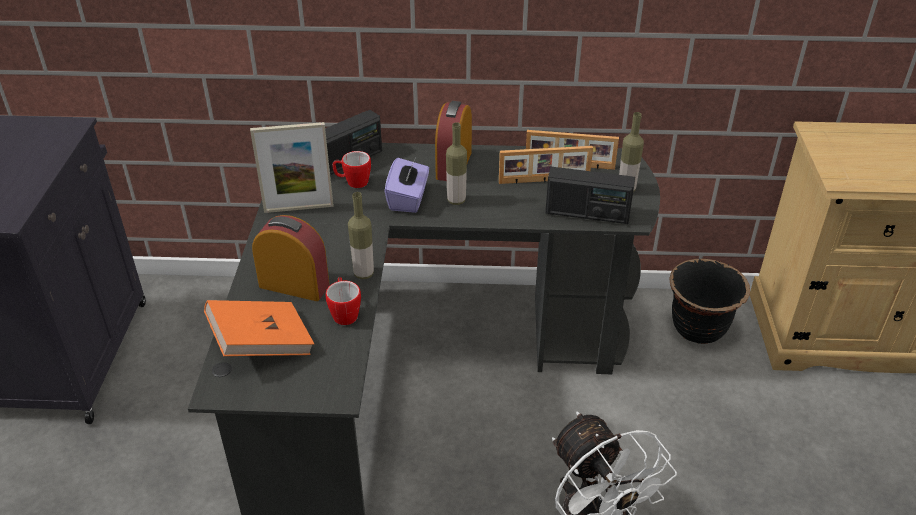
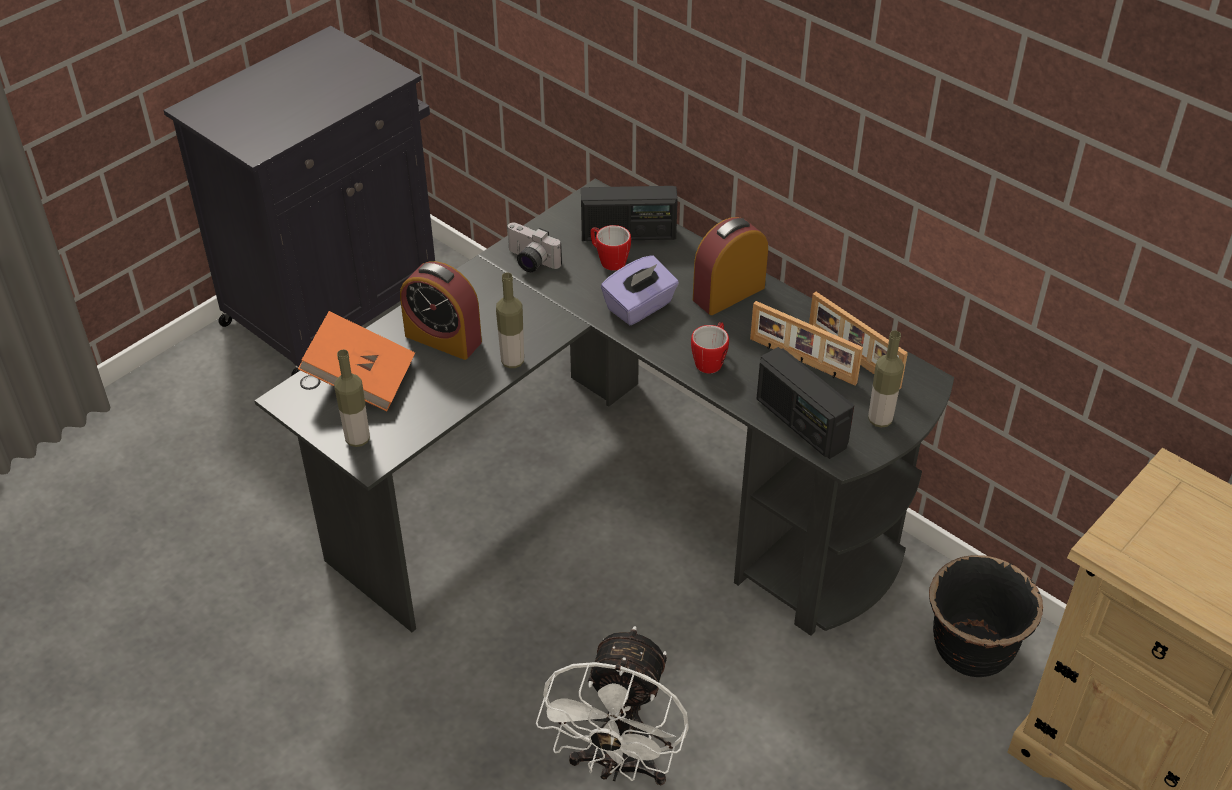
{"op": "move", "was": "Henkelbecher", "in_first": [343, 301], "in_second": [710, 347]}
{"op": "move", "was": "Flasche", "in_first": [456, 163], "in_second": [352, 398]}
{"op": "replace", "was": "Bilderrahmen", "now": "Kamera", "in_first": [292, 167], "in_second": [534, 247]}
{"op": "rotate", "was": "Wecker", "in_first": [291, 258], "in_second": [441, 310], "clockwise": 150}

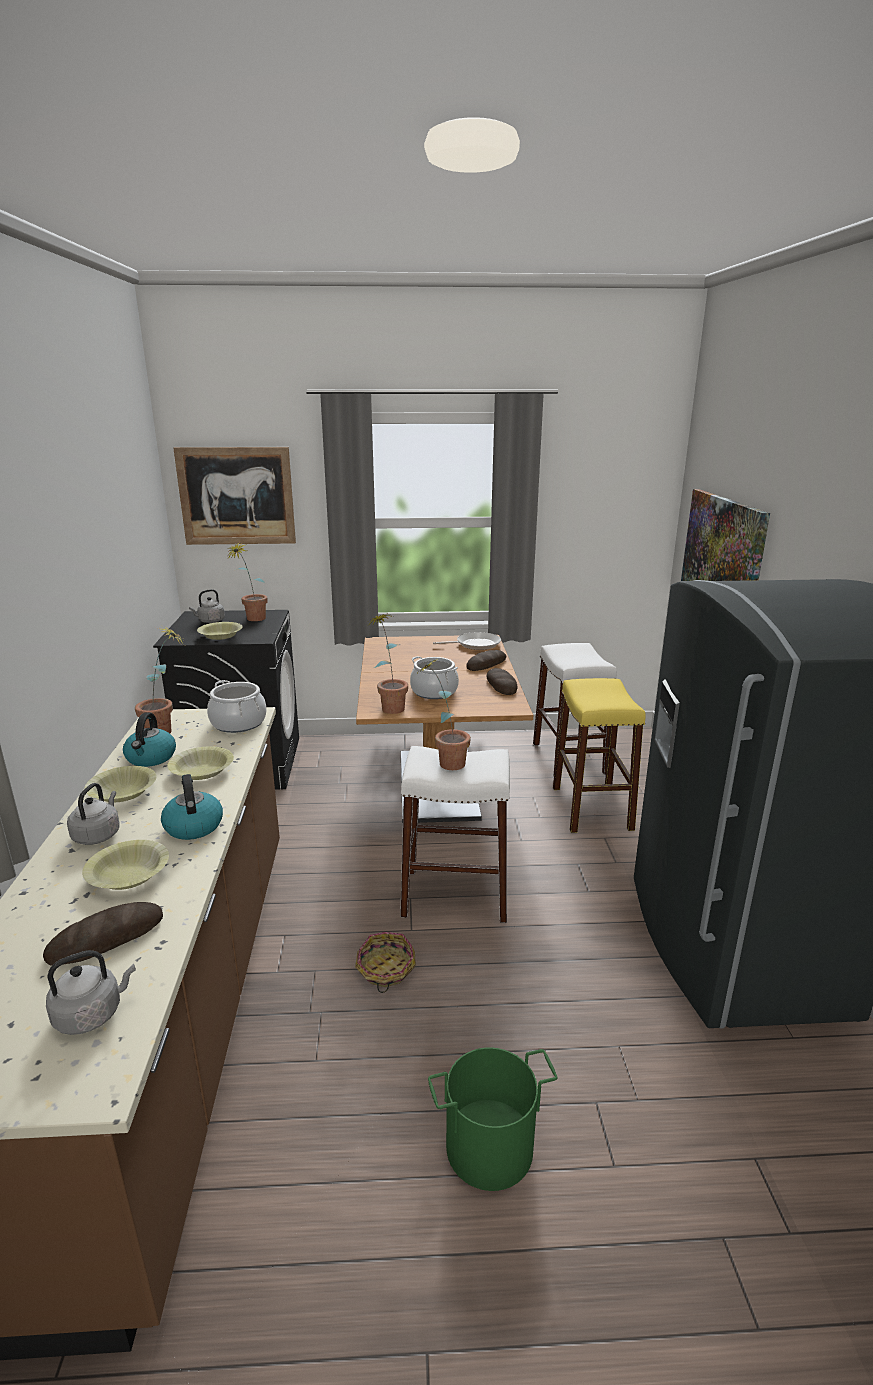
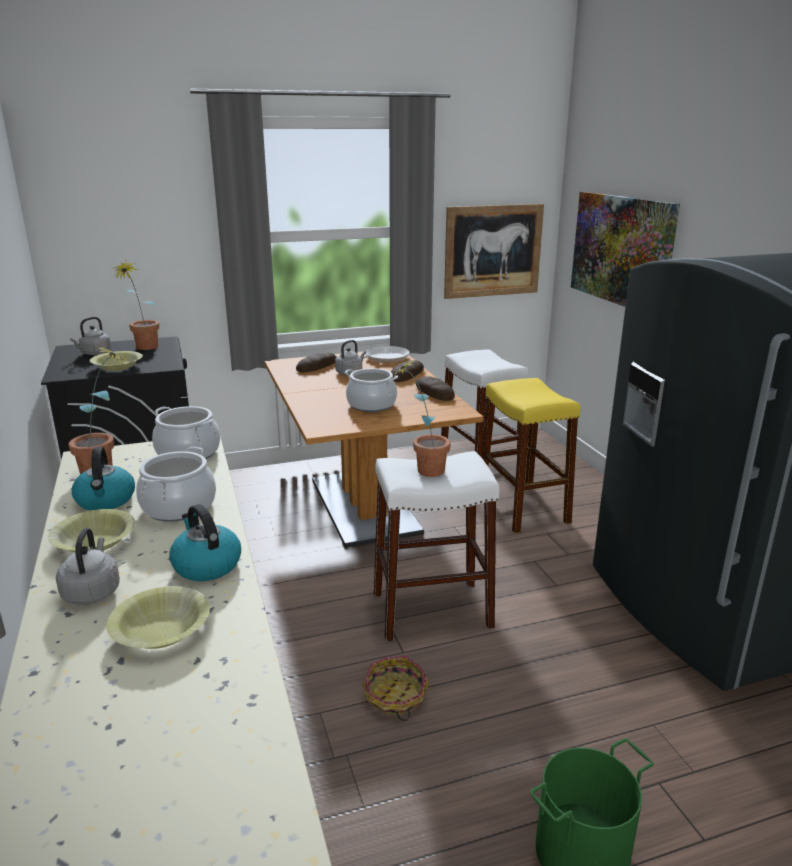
{"op": "delete", "was": "Topfpflanze", "in_first": [389, 664]}
{"op": "move", "was": "Brot", "in_first": [103, 934], "in_second": [316, 363]}
{"op": "move", "was": "Wasserkessel (grau)", "in_first": [91, 992], "in_second": [350, 357]}
{"op": "move", "was": "Bild", "in_first": [234, 496], "in_second": [494, 251]}
{"op": "replace", "was": "Schüssel (gelb)", "now": "Kochtopf", "in_first": [200, 763], "in_second": [176, 484]}

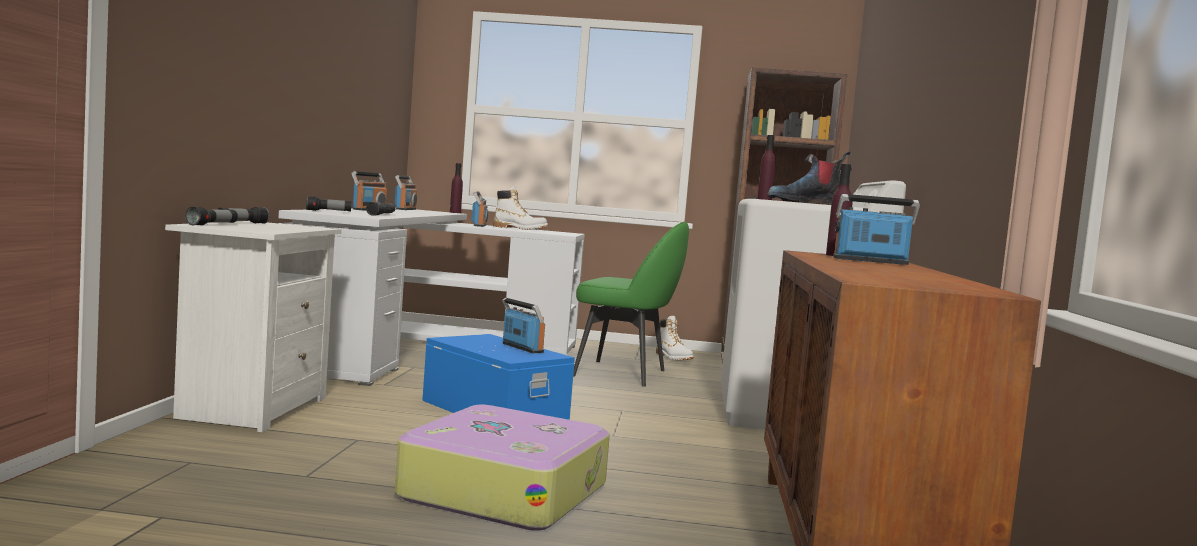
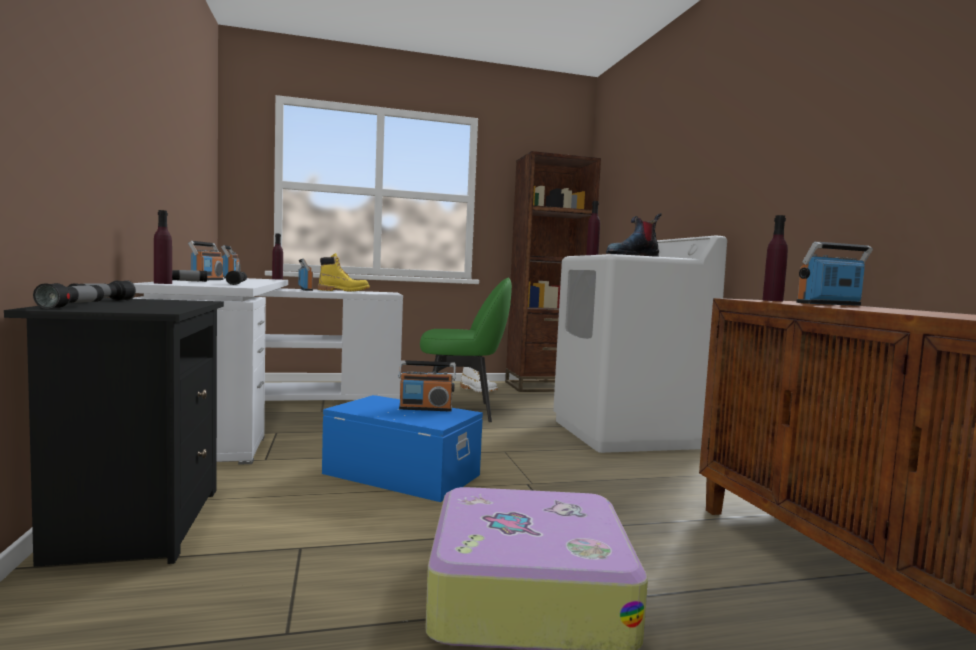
{"op": "insert", "now": "Flasche (lila)", "in_second": [163, 247]}
{"op": "recolor", "was": "Nachttisch (weiß)", "now": "Nachttisch (schwarz)", "in_first": [253, 326], "in_second": [114, 432]}
{"op": "recolor", "was": "Stiefel (weiß)", "now": "Stiefel (gelb)", "in_first": [520, 208], "in_second": [344, 272]}
{"op": "rotate", "was": "Radio", "in_first": [523, 325], "in_second": [427, 385], "clockwise": 150}

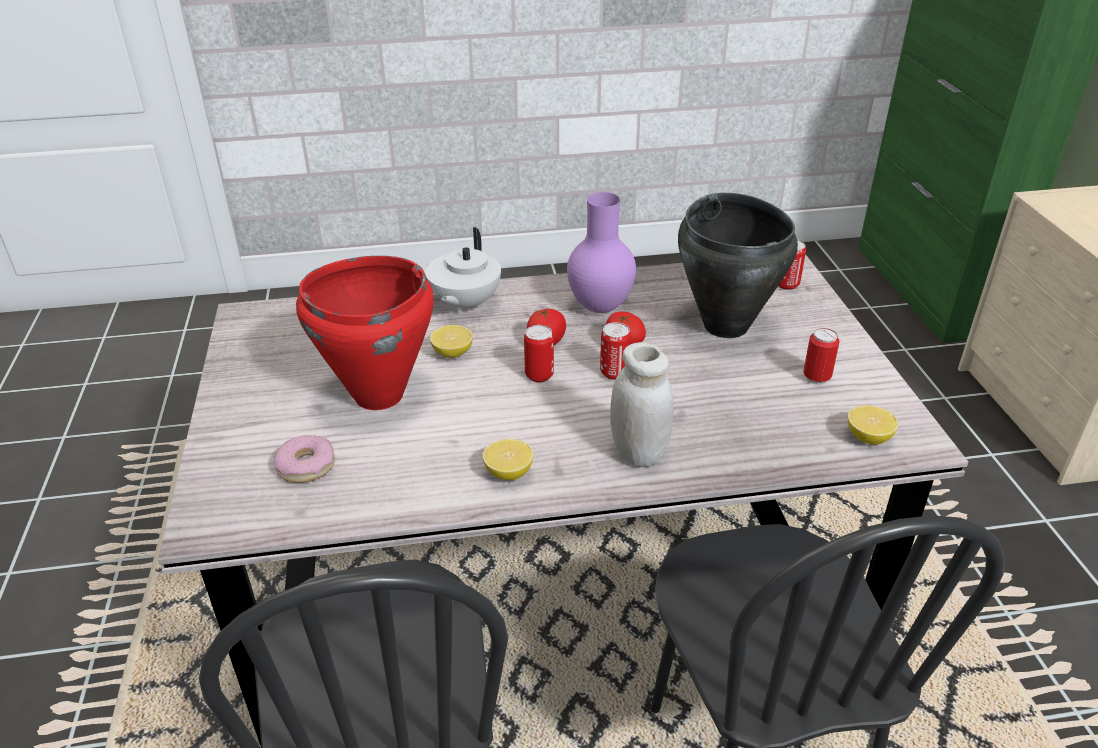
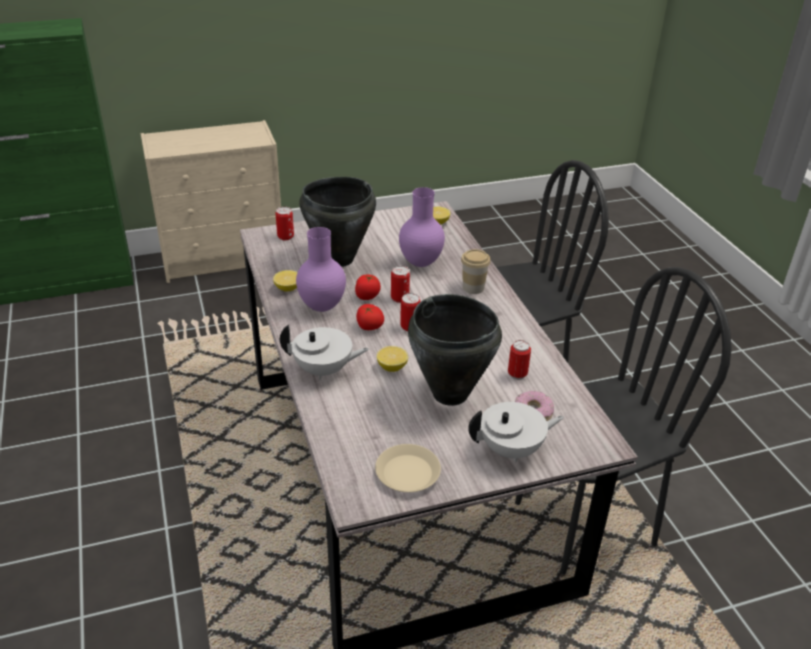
{"op": "insert", "now": "Teller (beige)", "in_second": [408, 468]}
{"op": "insert", "now": "Vase (lila)", "in_second": [422, 227]}
{"op": "insert", "now": "Teekanne (weiß)", "in_second": [516, 432]}
{"op": "move", "was": "Zitrone", "in_first": [508, 459], "in_second": [285, 280]}
{"op": "move", "was": "Dose", "in_first": [821, 356], "in_second": [519, 360]}
{"op": "replace", "was": "Vorratsglas (weiß)", "now": "Tasse", "in_first": [641, 404], "in_second": [476, 271]}
{"op": "recolor", "was": "Kochtopf (rot)", "now": "Kochtopf (schwarz)", "in_first": [365, 333], "in_second": [455, 350]}

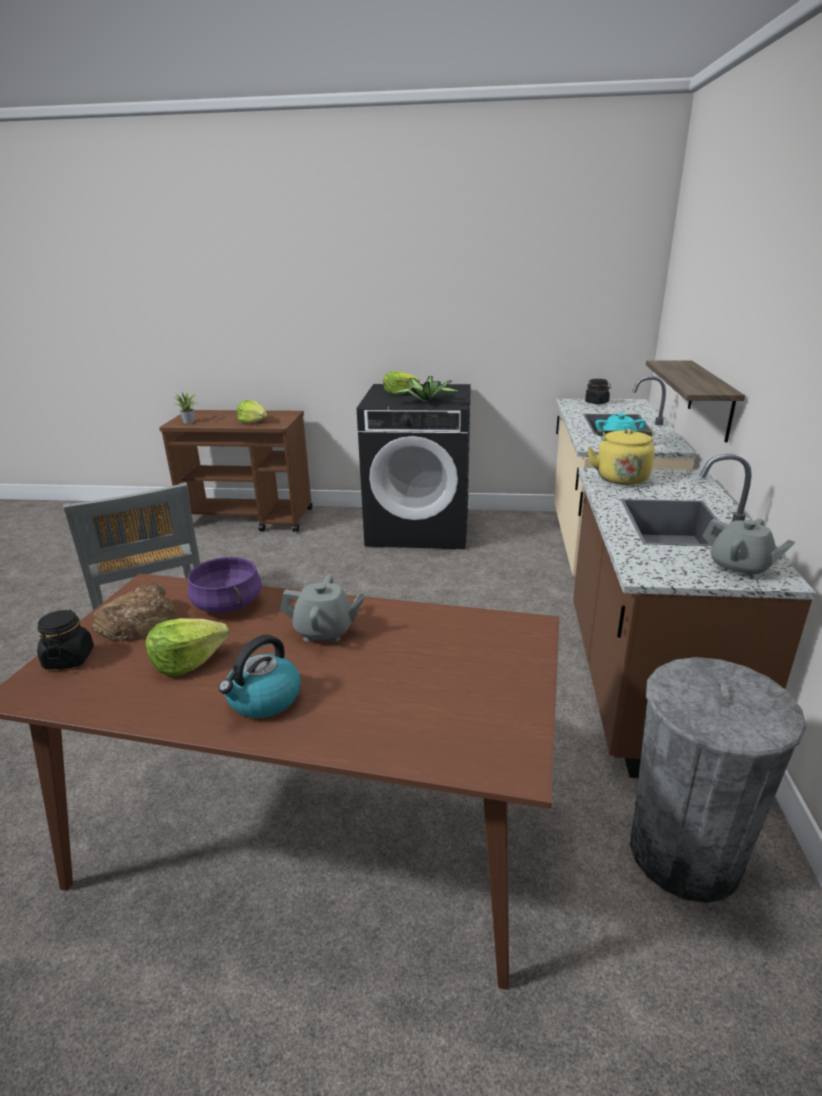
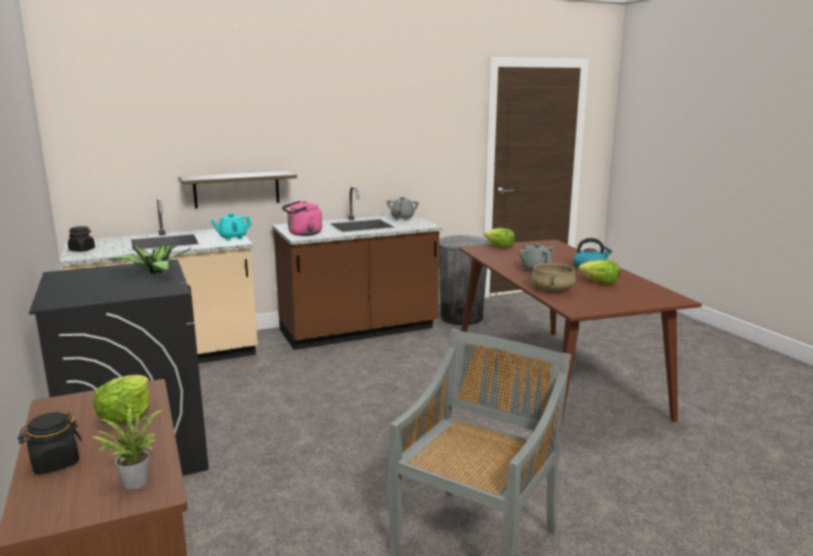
{"op": "delete", "was": "Brot", "in_first": [134, 612]}
{"op": "move", "was": "Vorratsglas (schwarz)", "in_first": [65, 639], "in_second": [50, 443]}
{"op": "move", "was": "Salatkopf", "in_first": [401, 383], "in_second": [499, 238]}
{"op": "recolor", "was": "Kochtopf (lila)", "now": "Kochtopf (beige)", "in_first": [224, 585], "in_second": [554, 277]}
{"op": "recolor", "was": "Wasserkessel (gelb)", "now": "Wasserkessel (rosa)", "in_first": [621, 457], "in_second": [302, 218]}

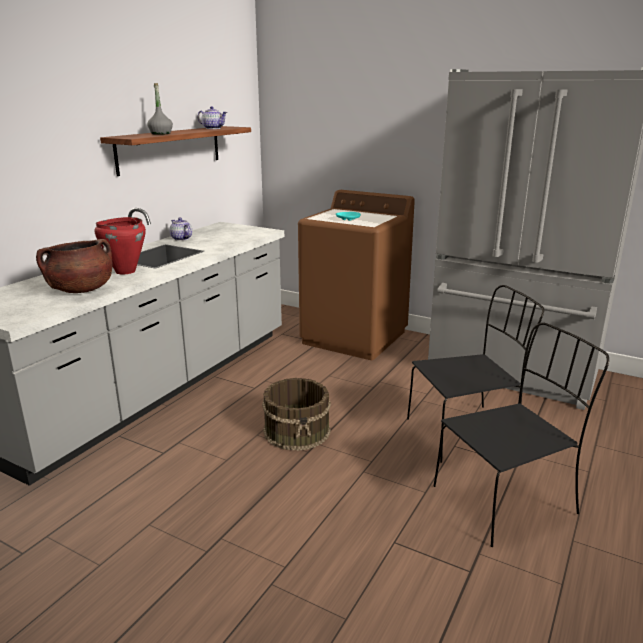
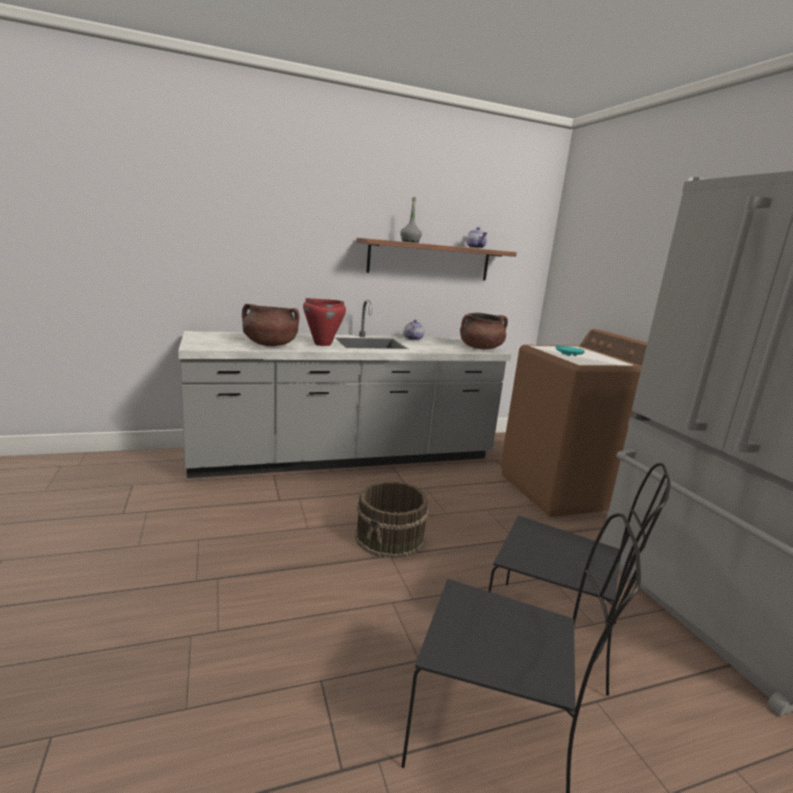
{"op": "insert", "now": "Kochtopf (braun)", "in_second": [484, 331]}

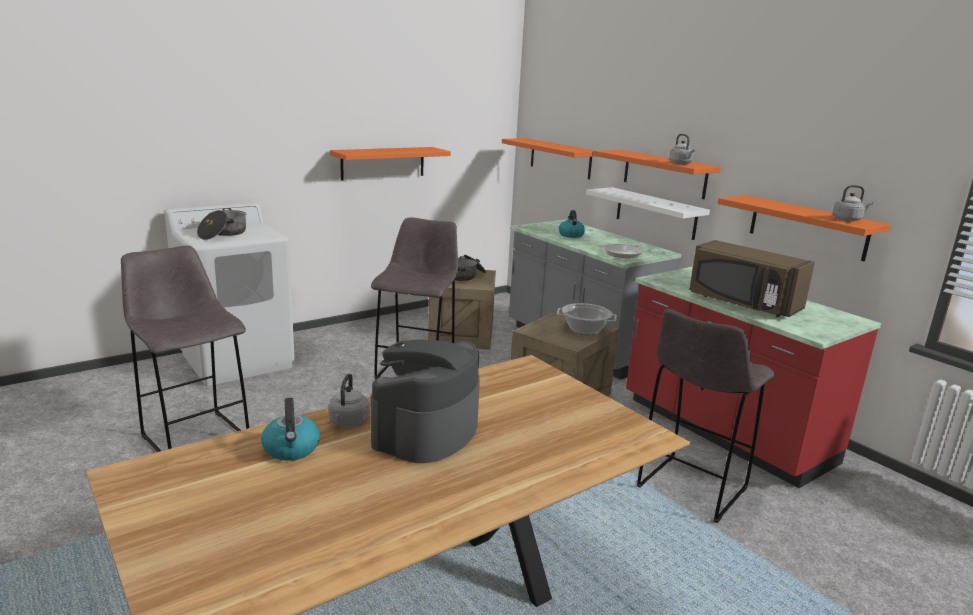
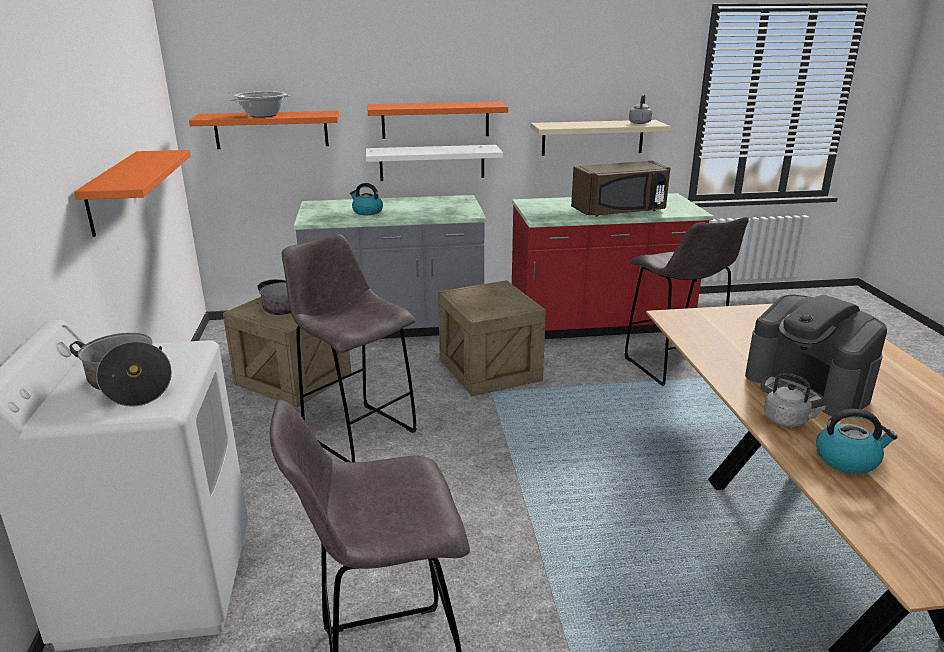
{"op": "delete", "was": "Pfanne", "in_first": [623, 250]}
{"op": "delete", "was": "Wasserkessel (grau)", "in_first": [682, 149]}
{"op": "move", "was": "Kochtopf", "in_first": [587, 319], "in_second": [260, 104]}
{"op": "recolor", "was": "Wandregal (orange)", "now": "Wandregal (beige)", "in_first": [804, 228], "in_second": [601, 138]}

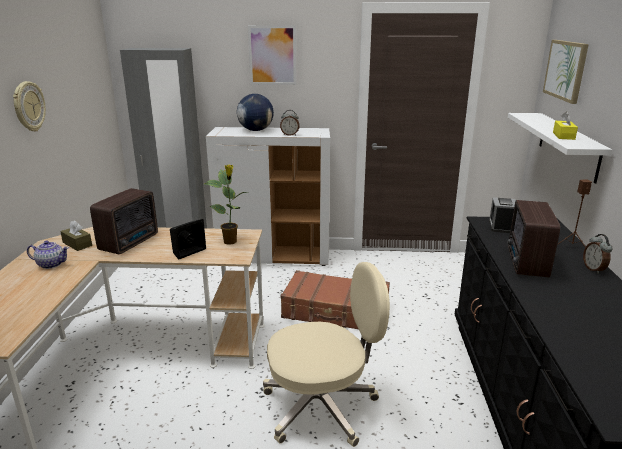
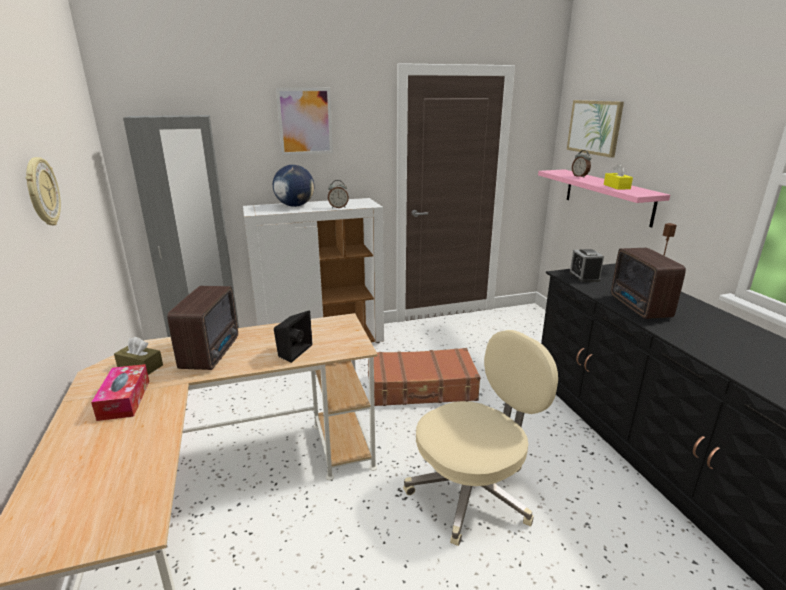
{"op": "delete", "was": "Topfpflanze", "in_first": [226, 205]}
{"op": "move", "was": "Wecker", "in_first": [598, 254], "in_second": [581, 164]}
{"op": "replace", "was": "Teekanne", "now": "Taschentuchbox", "in_first": [48, 255], "in_second": [120, 392]}
{"op": "recolor", "was": "Wandregal (weiß)", "now": "Wandregal (rosa)", "in_first": [560, 148], "in_second": [604, 198]}

